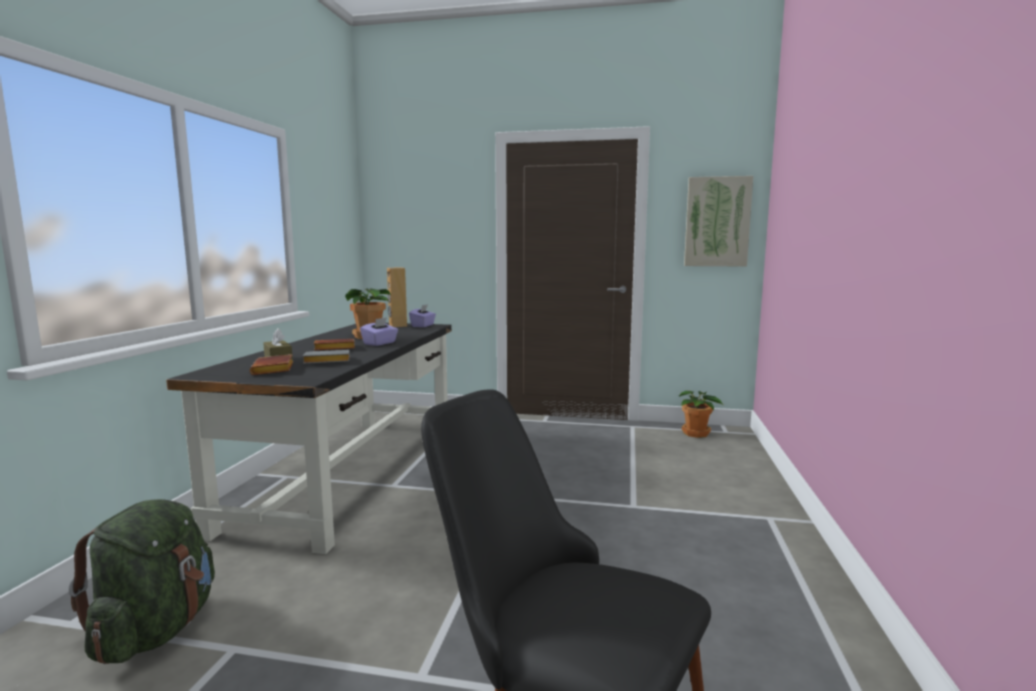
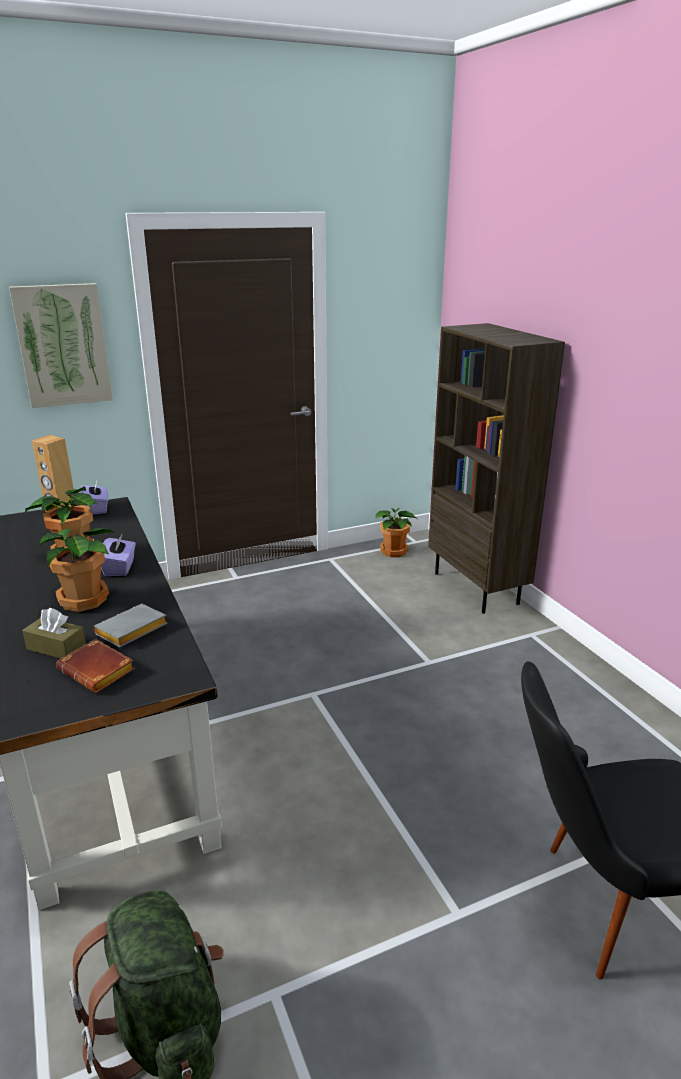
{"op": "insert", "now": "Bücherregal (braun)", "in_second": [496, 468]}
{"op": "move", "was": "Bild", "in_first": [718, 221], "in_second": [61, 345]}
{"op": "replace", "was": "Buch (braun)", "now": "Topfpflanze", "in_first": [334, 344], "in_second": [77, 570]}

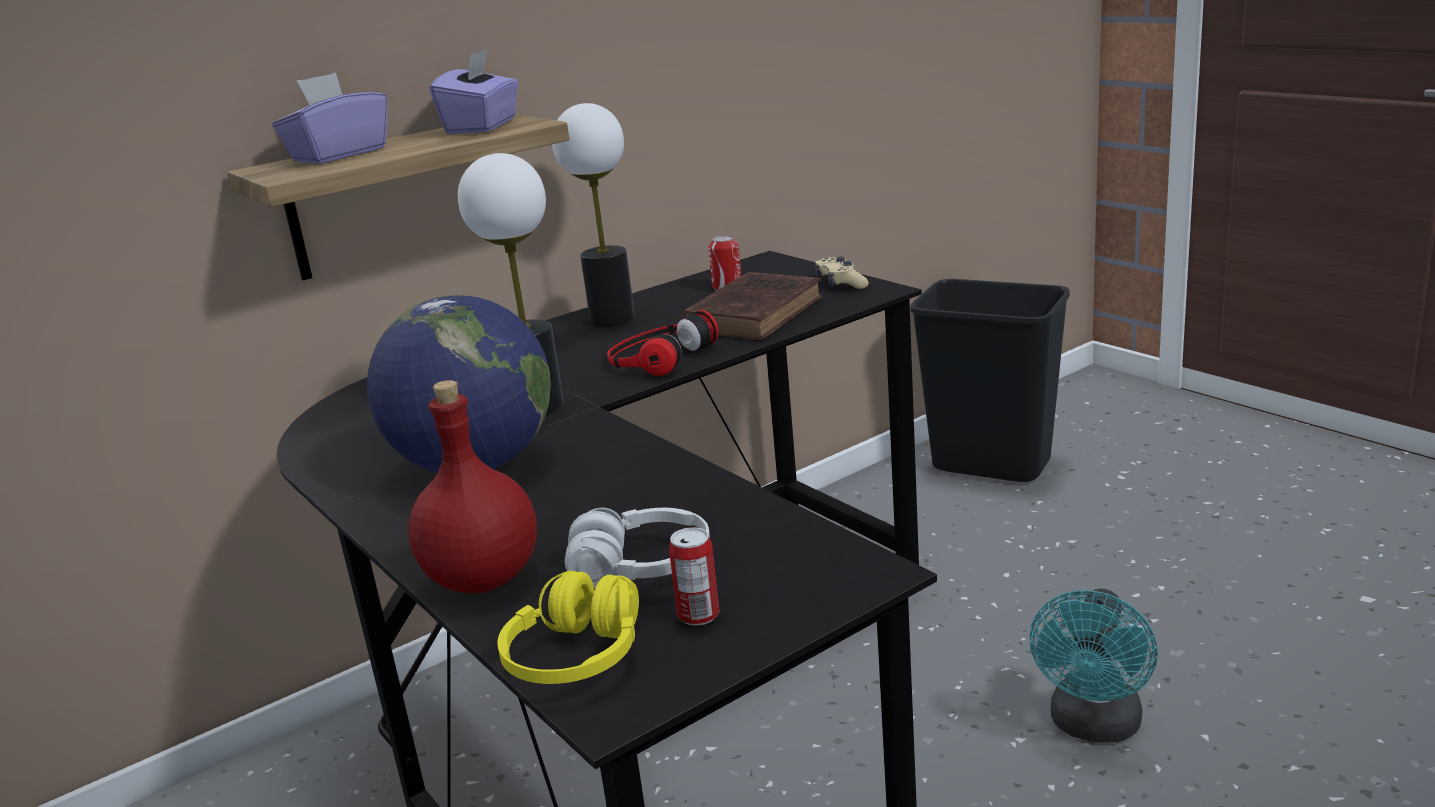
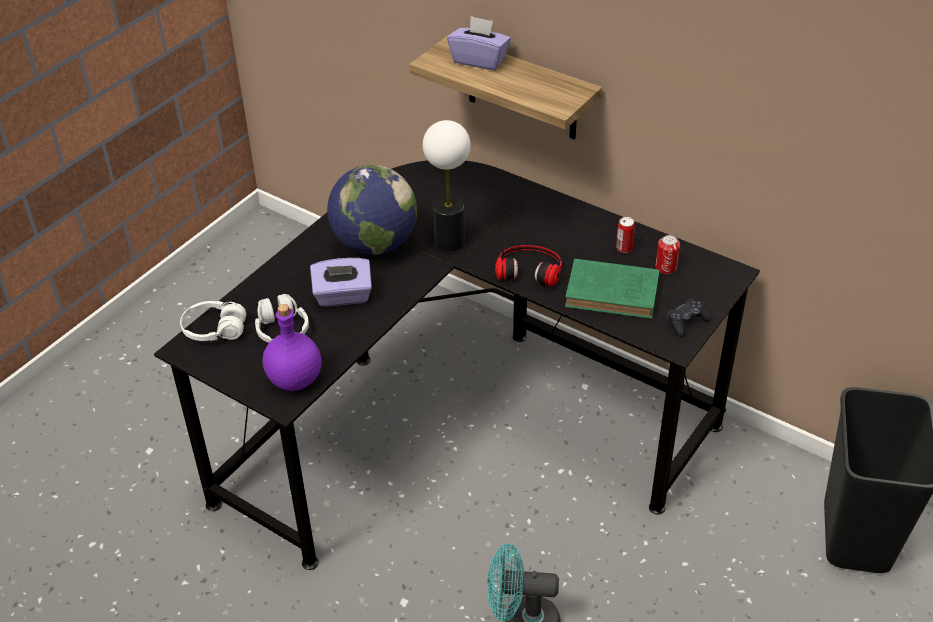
{"op": "delete", "was": "Flasche (rot)", "in_first": [472, 486]}
{"op": "delete", "was": "Tischlampe", "in_first": [593, 214]}
{"op": "insert", "now": "Flasche (lila)", "in_second": [292, 347]}
{"op": "move", "was": "Taschentuchbox (lila)", "in_first": [474, 91], "in_second": [341, 282]}
{"op": "move", "was": "Dose", "in_first": [694, 576], "in_second": [625, 235]}
{"op": "recolor", "was": "Kopfhörer (gelb)", "now": "Kopfhörer (weiß)", "in_first": [568, 627], "in_second": [213, 321]}
{"op": "recolor", "was": "Buch (braun)", "now": "Buch (grün)", "in_first": [752, 306], "in_second": [612, 289]}
{"op": "recolor", "was": "Gamepad (beige)", "now": "Gamepad (schwarz)", "in_first": [842, 273], "in_second": [689, 318]}

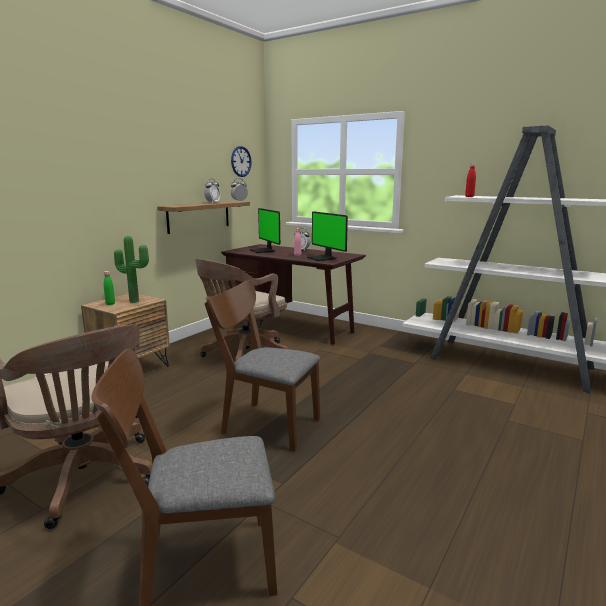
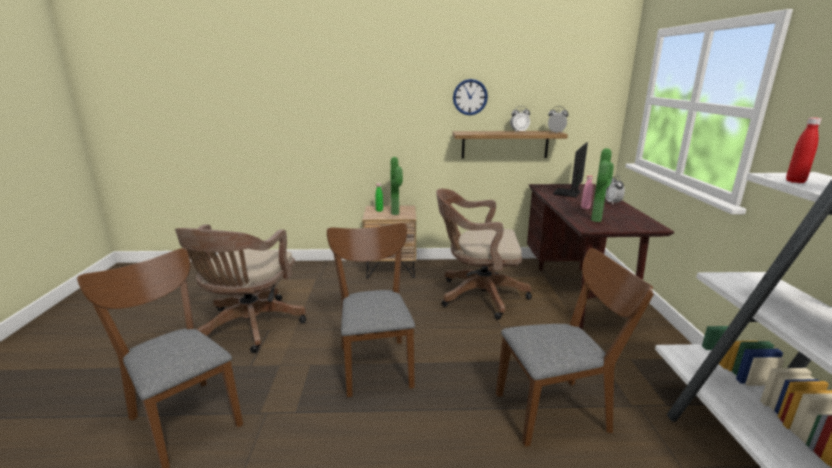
{"op": "insert", "now": "Stuhl (braun)", "in_second": [575, 347]}
{"op": "move", "was": "Wanduhr", "in_first": [241, 161], "in_second": [470, 97]}
{"op": "replace", "was": "Monitor", "now": "Topfpflanze", "in_first": [327, 236], "in_second": [602, 185]}

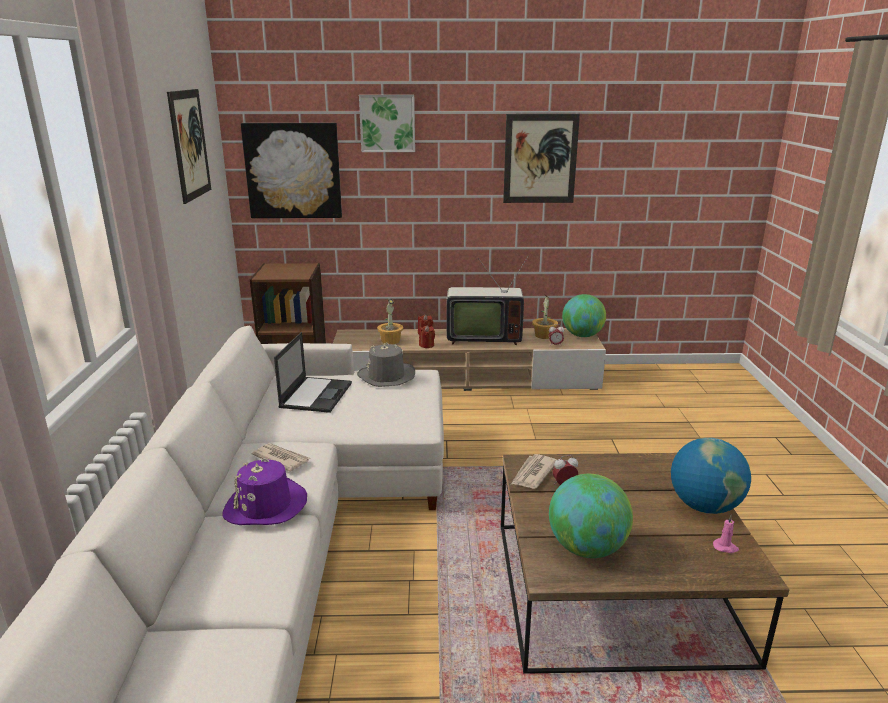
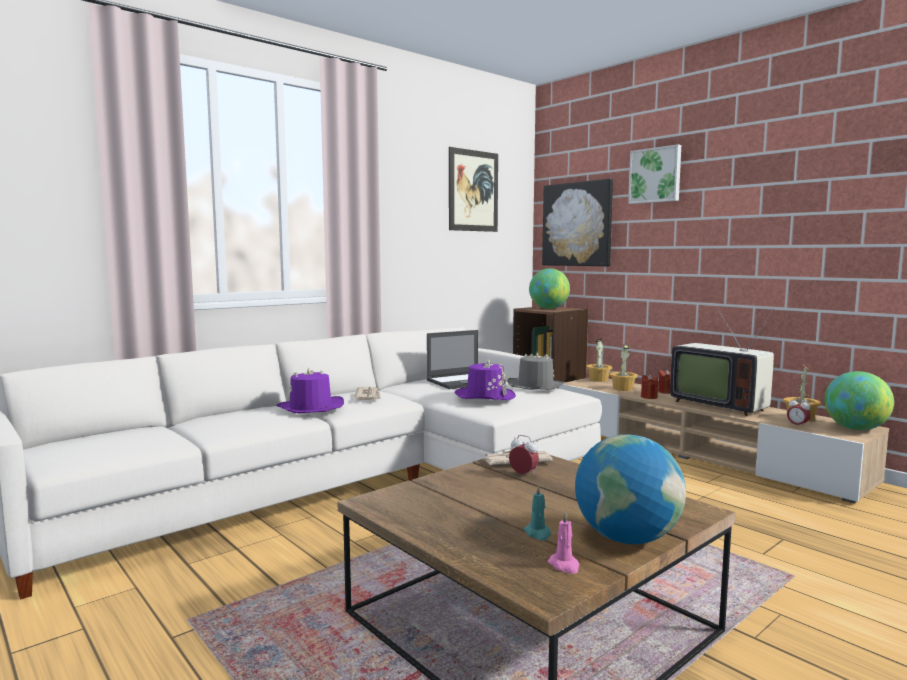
{"op": "delete", "was": "Bild", "in_first": [541, 158]}
{"op": "insert", "now": "Hut (lila)", "in_second": [485, 380]}
{"op": "insert", "now": "Kerze (türkis)", "in_second": [537, 512]}
{"op": "insert", "now": "Topfpflanze", "in_second": [599, 360]}
{"op": "move", "was": "Globus", "in_first": [591, 516], "in_second": [549, 288]}

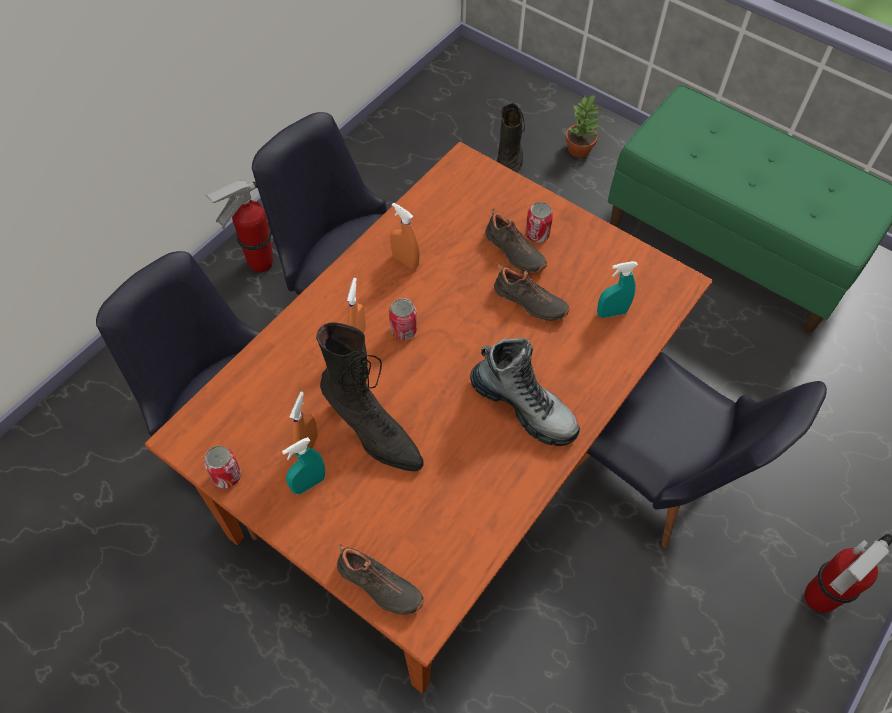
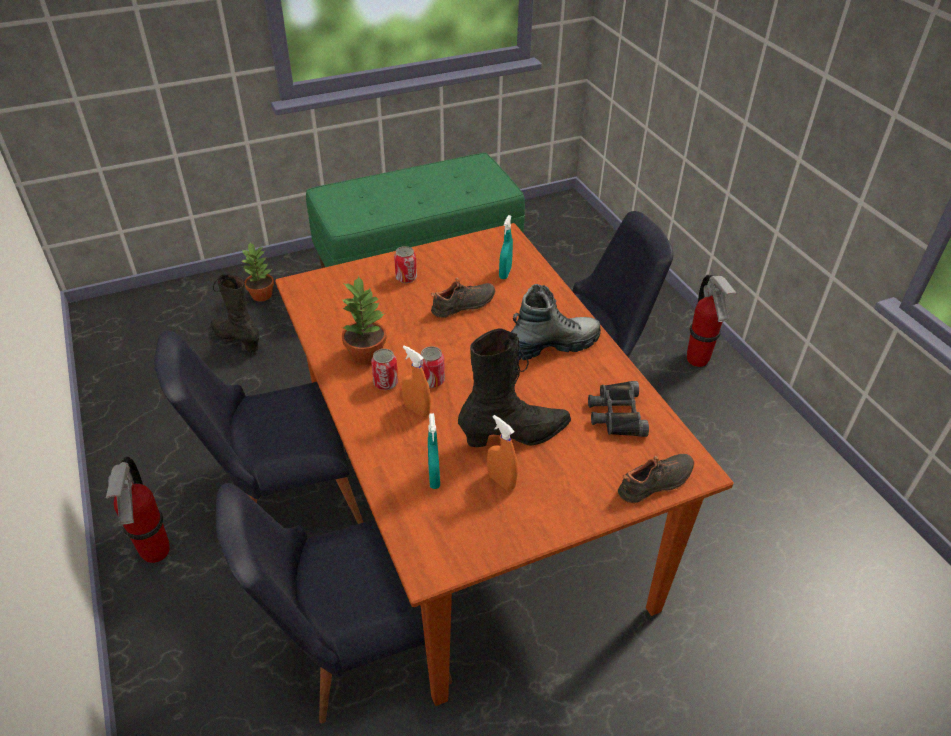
{"op": "delete", "was": "Schuh (schwarz)", "in_first": [516, 240]}
{"op": "insert", "now": "Fernglas (schwarz)", "in_second": [618, 409]}
{"op": "move", "was": "Dose", "in_first": [222, 467], "in_second": [384, 369]}
{"op": "move", "was": "Sprühflasche (türkis)", "in_first": [303, 465], "in_second": [434, 451]}
{"op": "replace", "was": "Sprühflasche (orange)", "now": "Topfpflanze", "in_first": [405, 236], "in_second": [364, 320]}

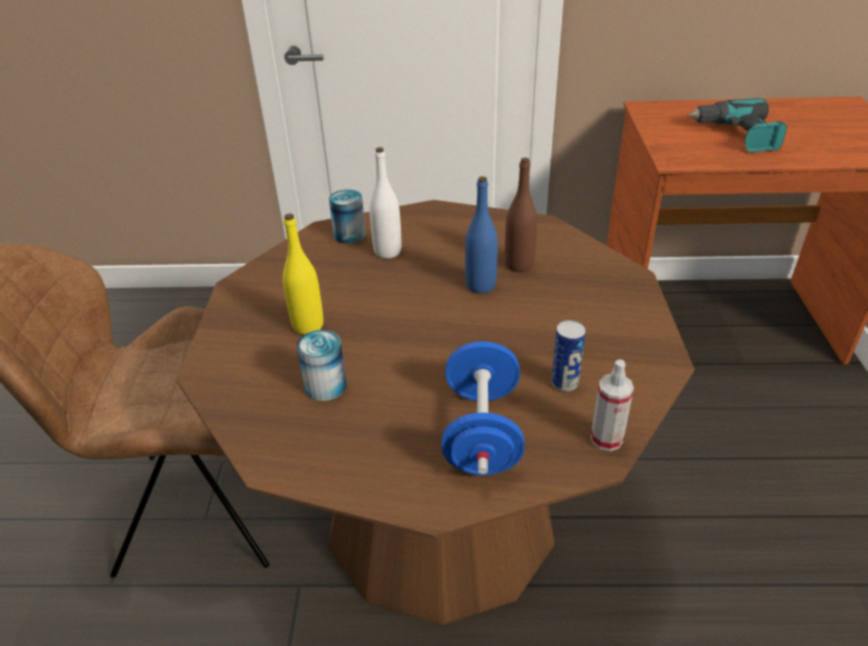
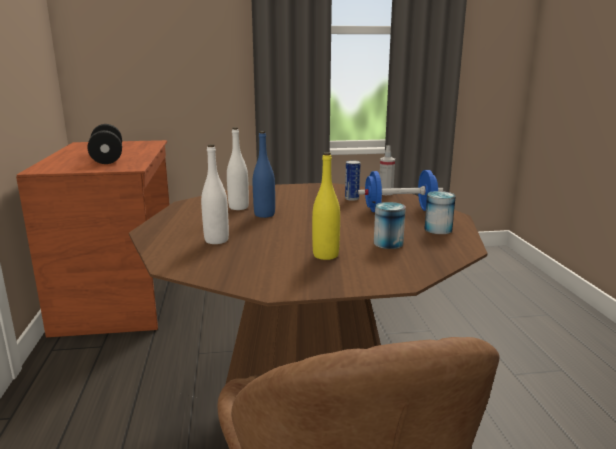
{"op": "move", "was": "Dose", "in_first": [347, 216], "in_second": [440, 212]}
{"op": "replace", "was": "Bohrmaschine", "now": "Hantel (schwarz)", "in_first": [737, 125], "in_second": [105, 144]}
{"op": "recolor", "was": "Flasche (braun)", "now": "Flasche (weiß)", "in_first": [521, 215], "in_second": [238, 168]}

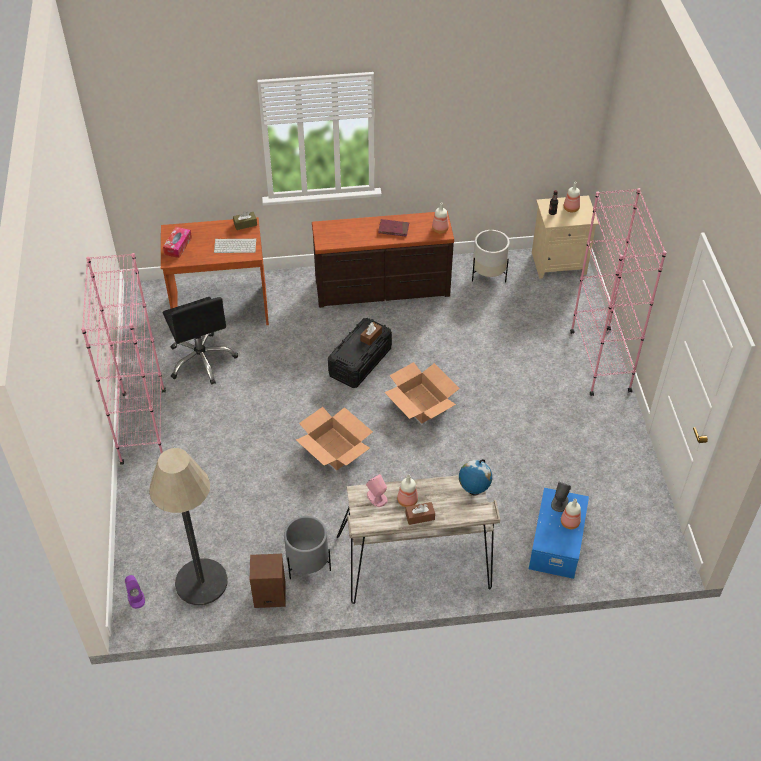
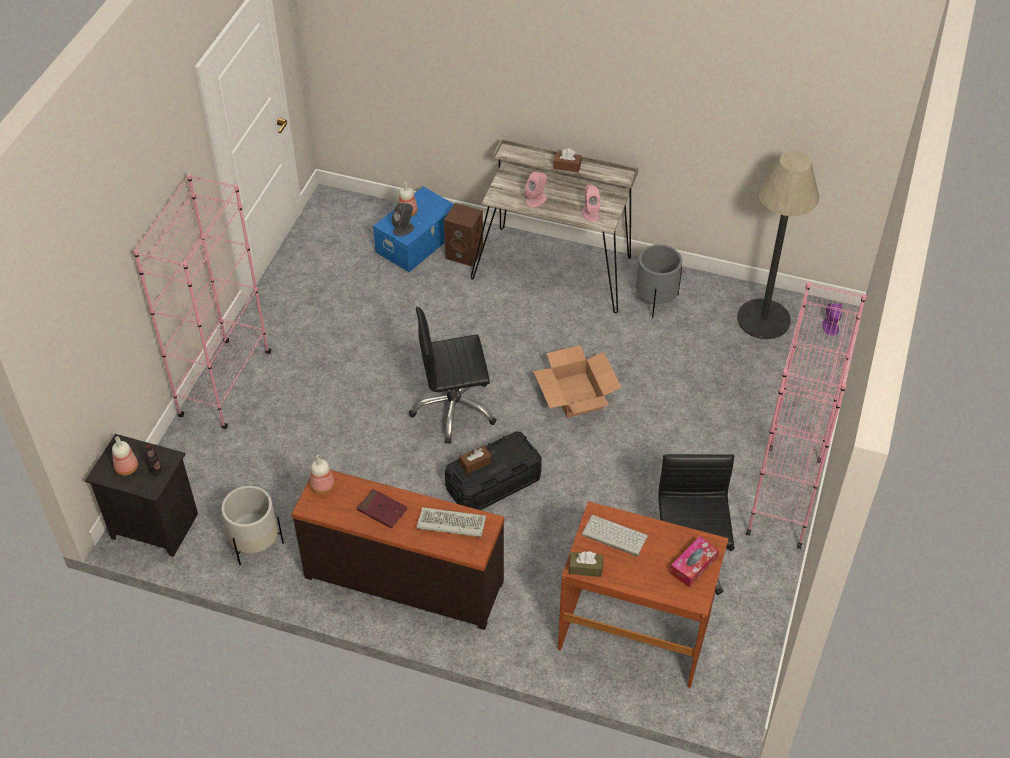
{"op": "delete", "was": "Flasche", "in_first": [407, 491]}
{"op": "delete", "was": "Globus", "in_first": [475, 477]}
{"op": "insert", "now": "Tastatur", "in_second": [451, 522]}
{"op": "insert", "now": "Lautsprecher (rosa)", "in_second": [536, 190]}
{"op": "move", "was": "Lautsprecher (braun)", "in_first": [268, 581], "in_second": [463, 235]}
{"op": "replace", "was": "Karton", "now": "Bürostuhl (schwarz)", "in_first": [422, 393], "in_second": [453, 375]}
{"op": "recolor", "was": "Nachttisch (beige)", "now": "Nachttisch (schwarz)", "in_first": [565, 237], "in_second": [141, 495]}

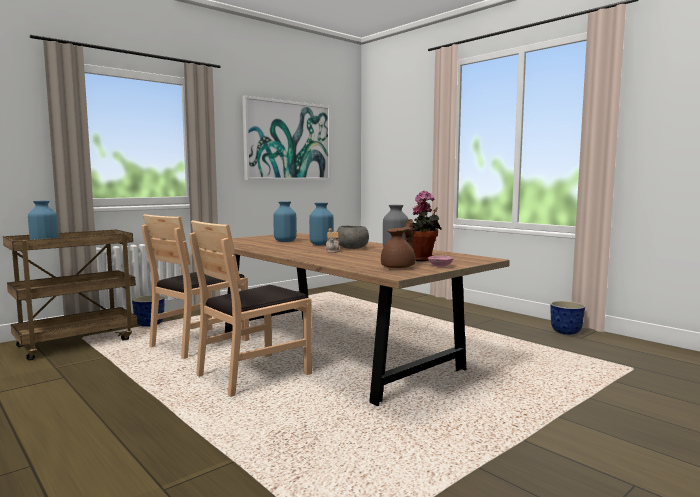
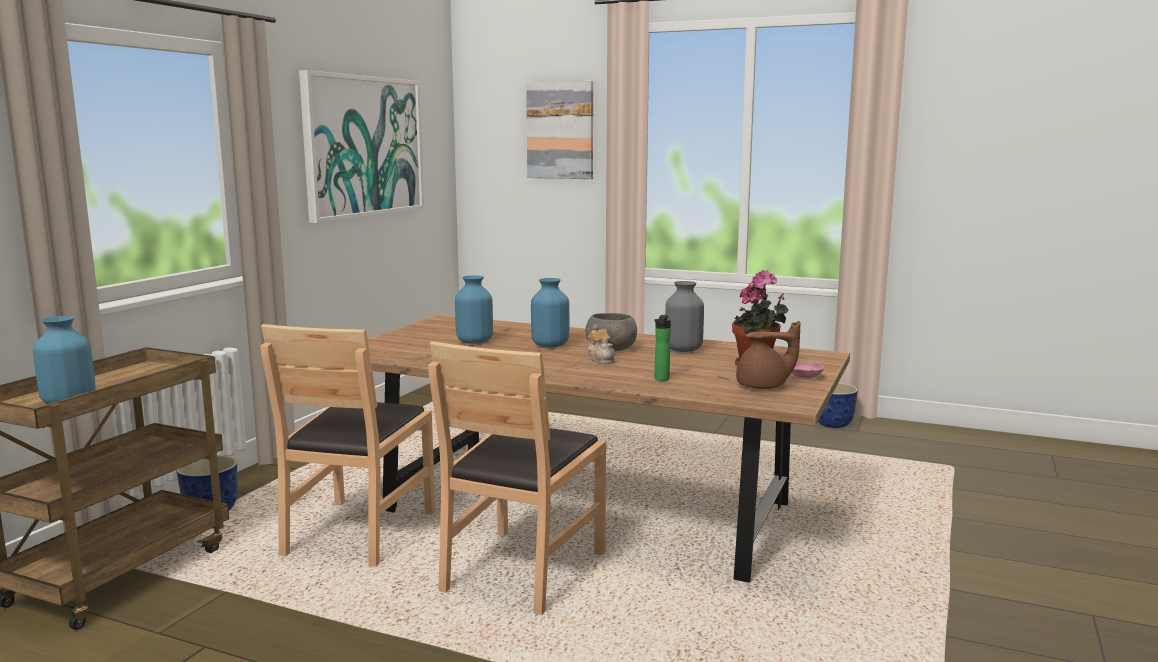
{"op": "insert", "now": "Bild", "in_second": [559, 130]}
{"op": "insert", "now": "Flasche", "in_second": [662, 348]}
{"op": "rotate", "was": "Teekanne (braun)", "in_first": [398, 243], "in_second": [768, 355], "clockwise": 75}

